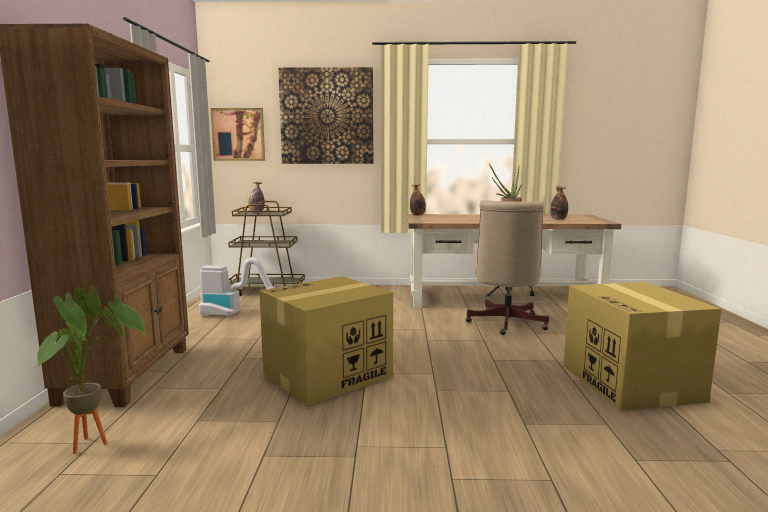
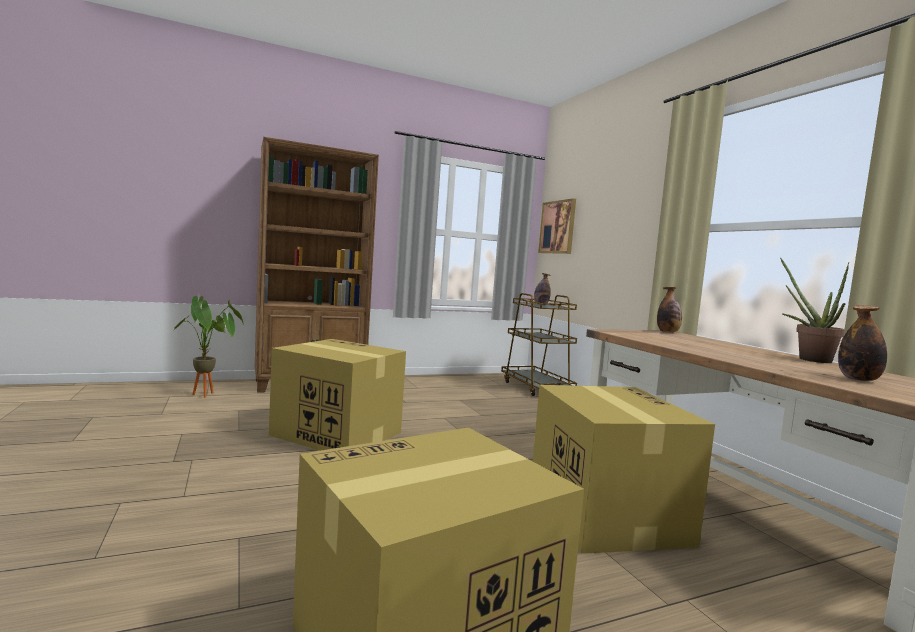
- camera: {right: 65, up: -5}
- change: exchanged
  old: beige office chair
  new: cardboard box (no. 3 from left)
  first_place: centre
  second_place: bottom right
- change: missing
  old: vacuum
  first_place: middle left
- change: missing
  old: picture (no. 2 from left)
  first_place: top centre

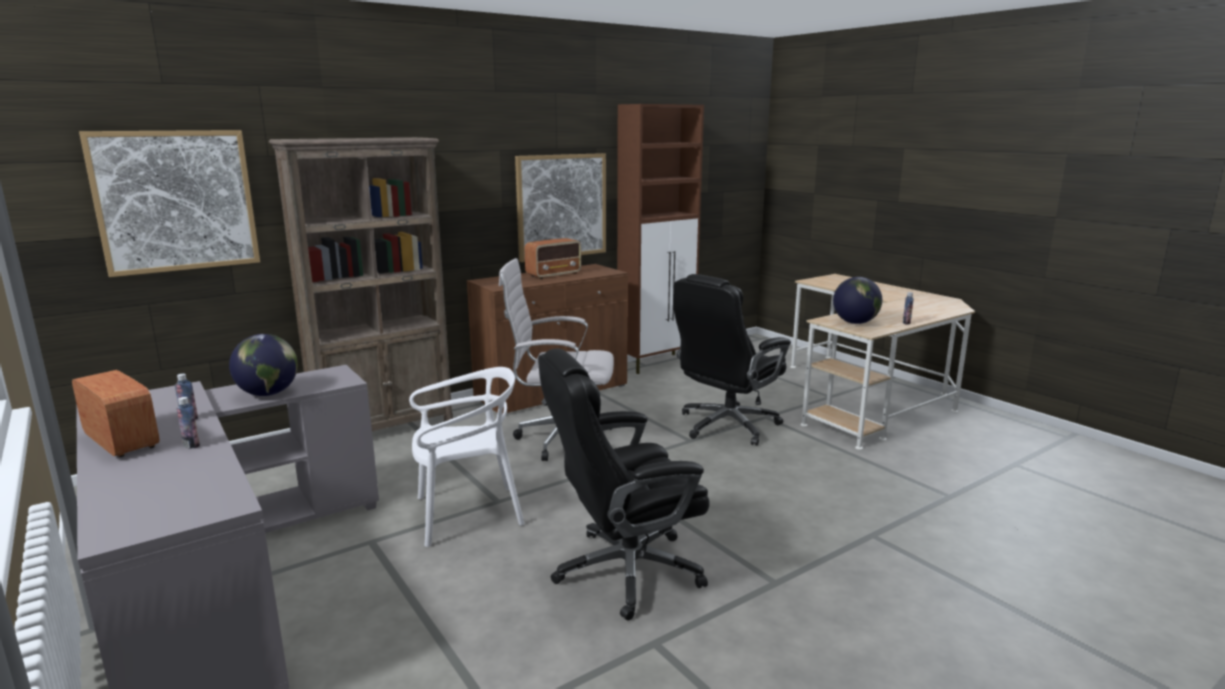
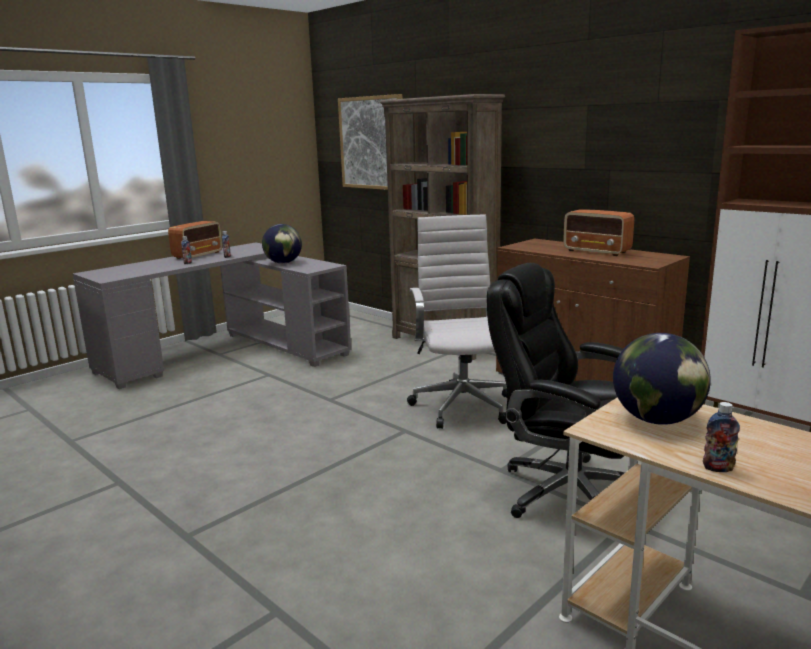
- camera: {right: 80, up: 0}
- change: missing
  old: white-coloured upright chair
  first_place: centre
- change: missing
  old: picture (no. 2 from left)
  first_place: top centre
- change: missing
  old: black office chair (no. 1 from left)
  first_place: bottom centre

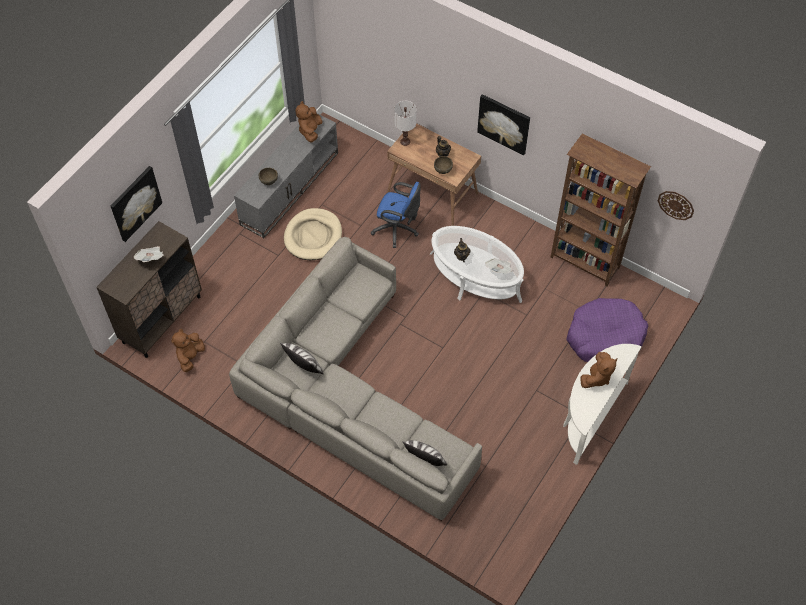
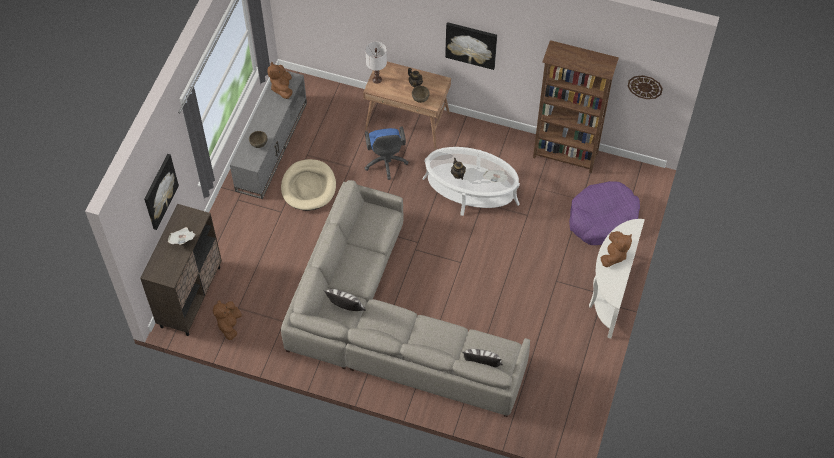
- camera: {right: -15, up: 0}
- change: spun
  old: blue office chair
  first_place: centre
  second_place: centre
  degrees: 75

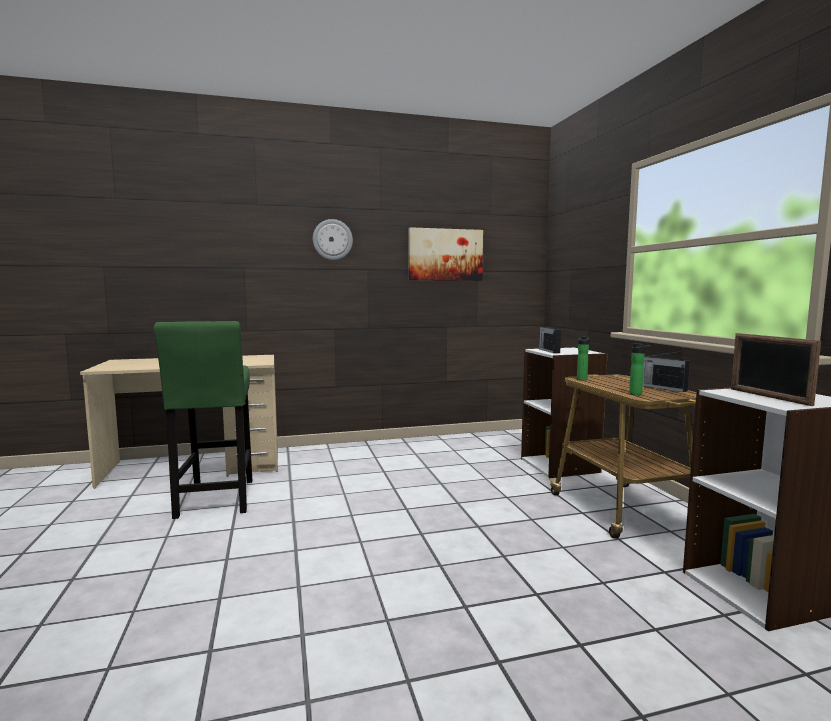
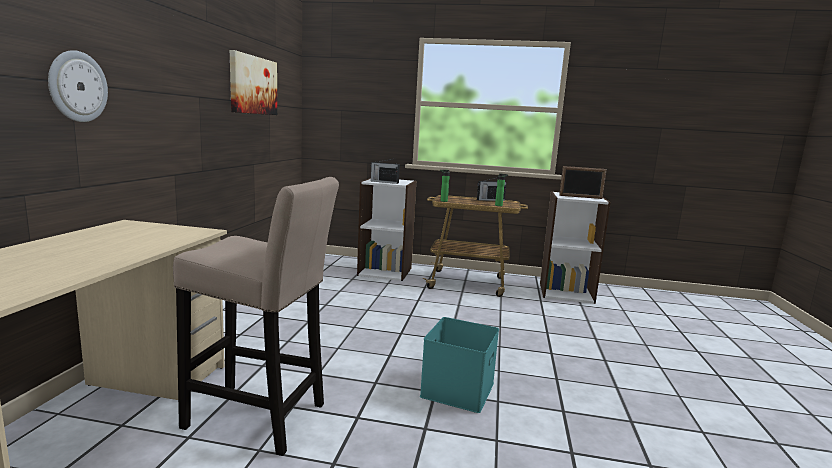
- camera: {right: -65, up: 5}
- change: relocated
  old: clock on the wall
  first_place: top centre
  second_place: top left
- change: colour
  old: green-coloured stool
  new: beige stool
  first_place: middle left
  second_place: bottom left
- change: appeared
  new: blue-green storage container
  second_place: bottom centre

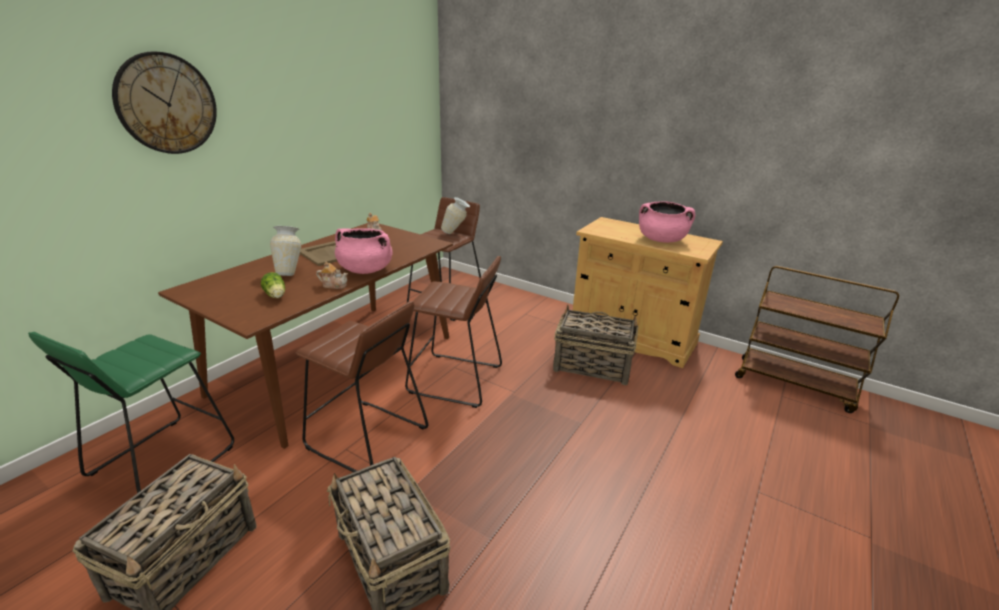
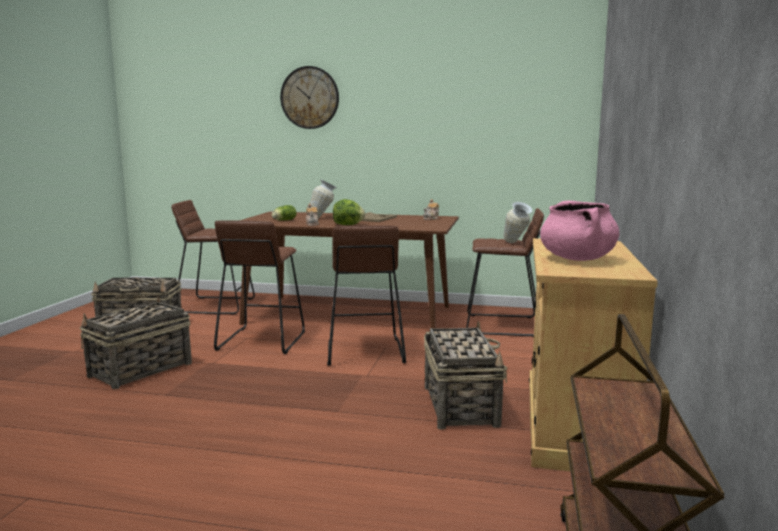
- camera: {right: 70, up: -15}
- change: colour
  old: green-coloured stool
  new: brownish stool (no. 1 from left)
  first_place: bottom left
  second_place: middle left
- change: exchanged
  old: pink-coloured cooking pot (no. 1 from left)
  new: lettuce head (no. 2 from left)
  first_place: centre
  second_place: centre

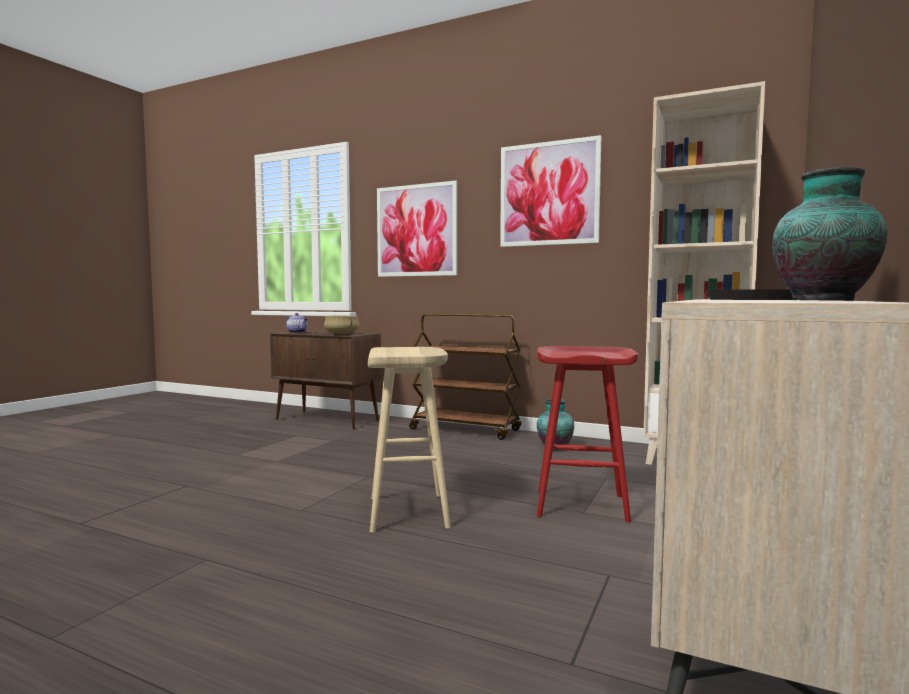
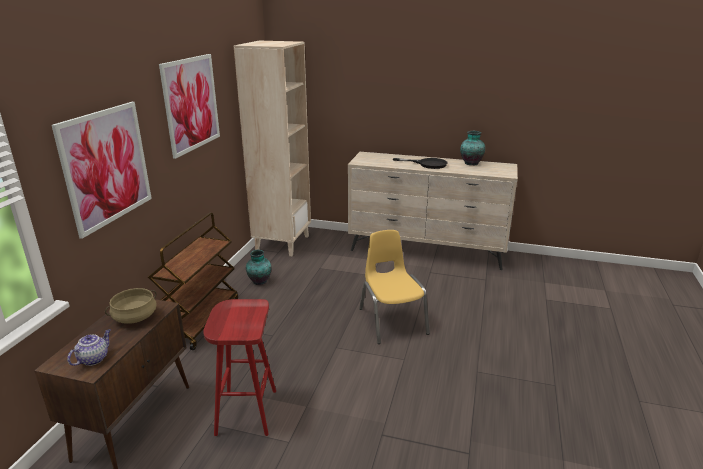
- camera: {right: -100, up: 20}
- change: relocated
  old: reddish stool
  first_place: centre
  second_place: bottom centre
- change: exchanged
  old: beige stool
  new: yellow upright chair
  first_place: centre
  second_place: centre

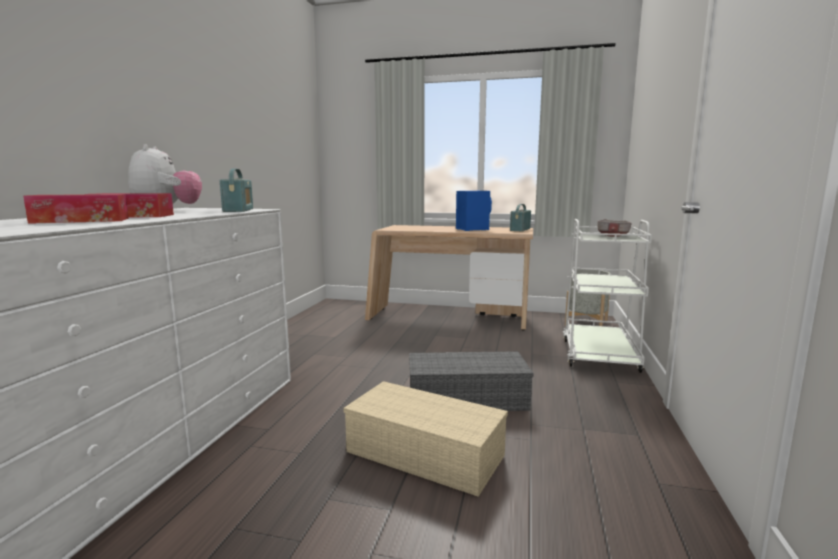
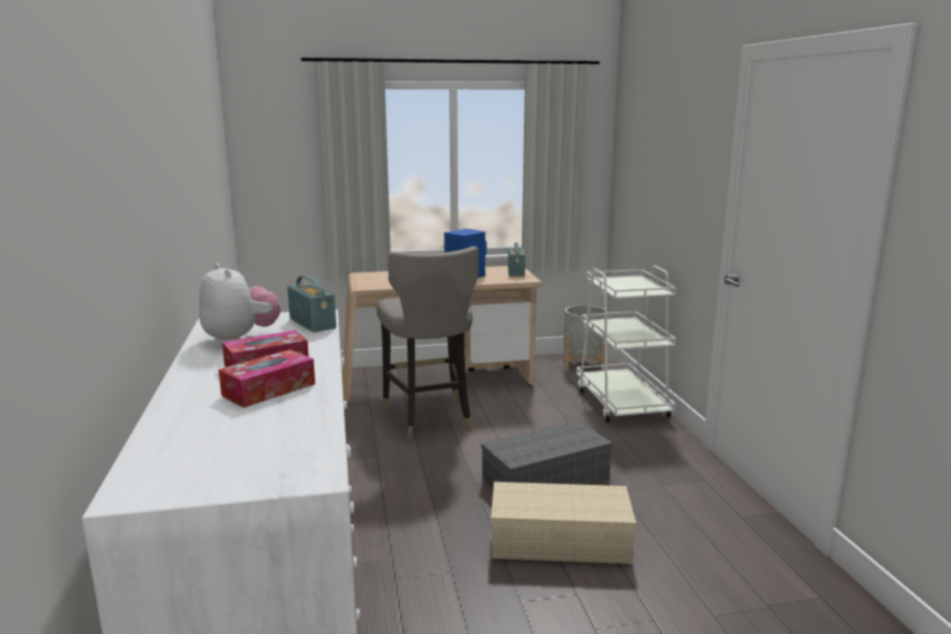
- camera: {right: -25, up: 5}
- change: appeared
  new: gray stool
  second_place: centre
- change: missing
  old: gray deep dish
  first_place: middle right

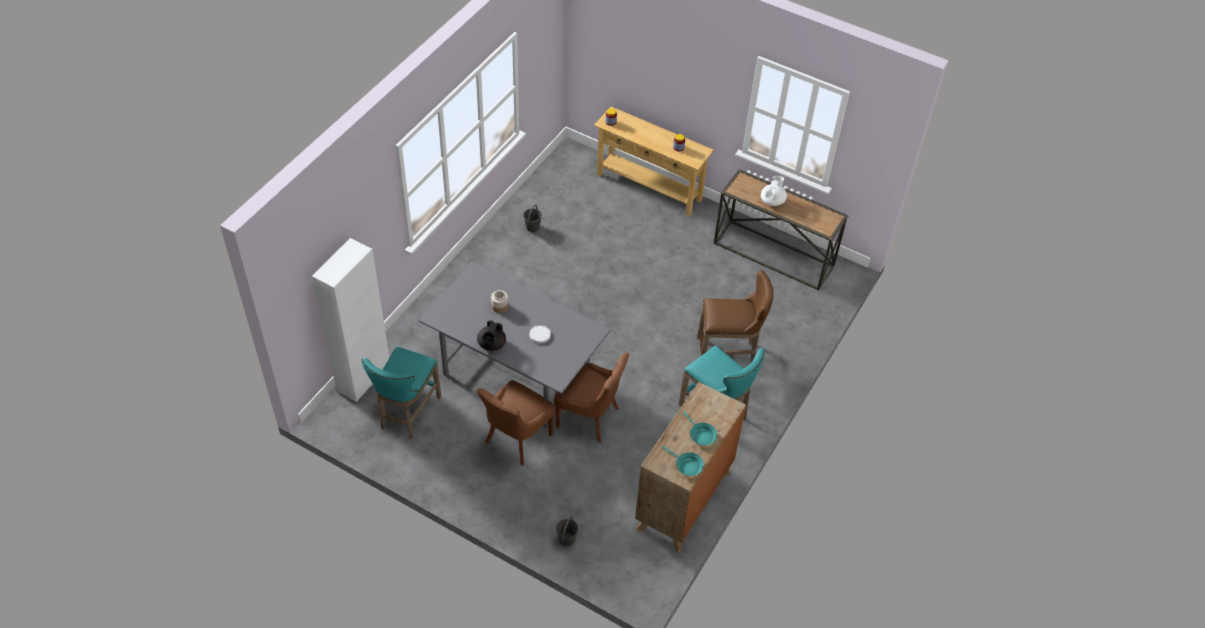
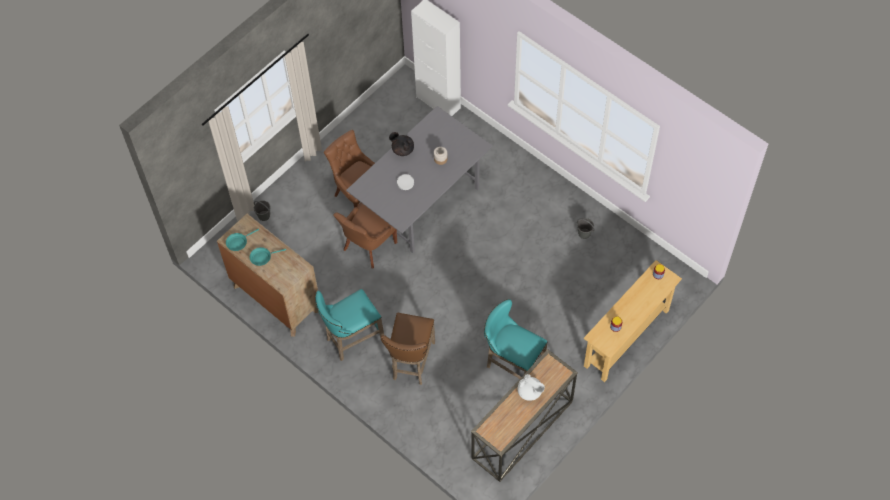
- camera: {right: 105, up: 10}
- change: relocated
  old: blue-green stool (no. 1 from left in the first image)
  new: blue-green stool (no. 2 from left)
  first_place: middle left
  second_place: bottom centre

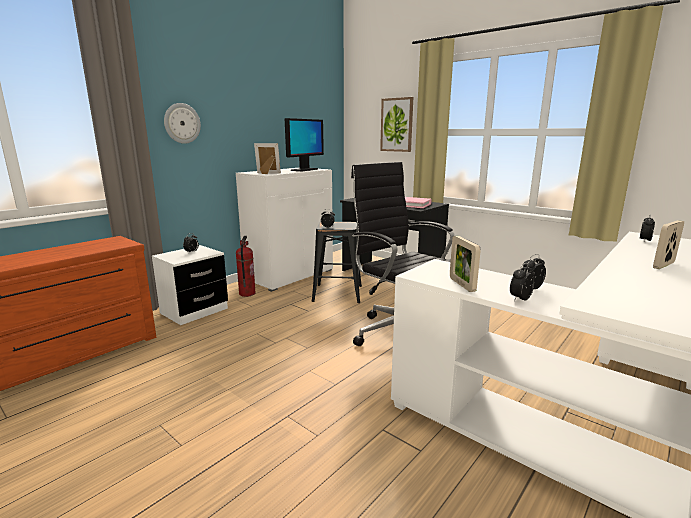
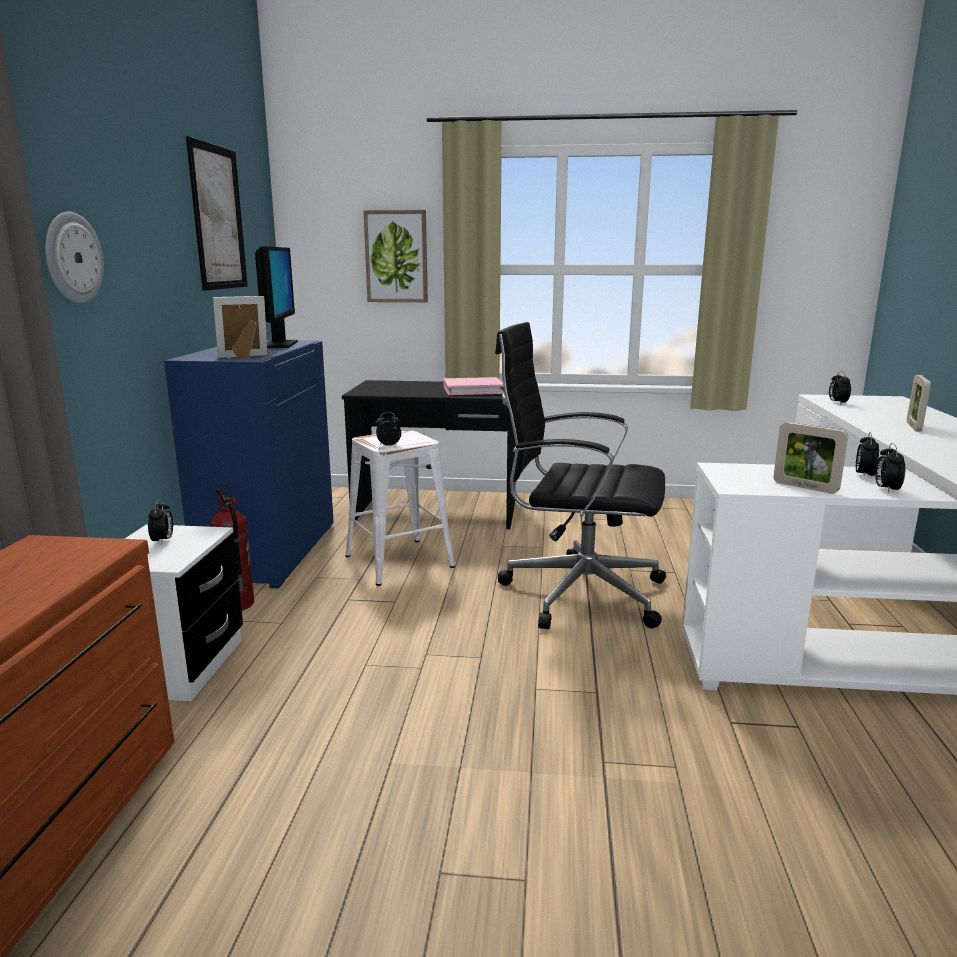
- camera: {right: -35, up: 0}
- change: colour
  old: white-coloured cupboard
  new: blue cupboard
  first_place: centre
  second_place: middle left
- change: appeared
  new: picture (no. 1 from left)
  second_place: top left
- change: colour
  old: black stool
  new: white-coloured stool
  first_place: centre
  second_place: centre

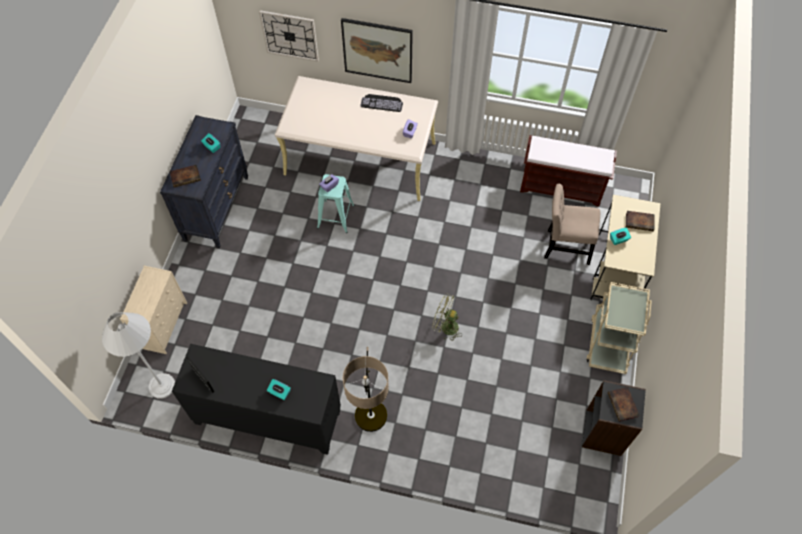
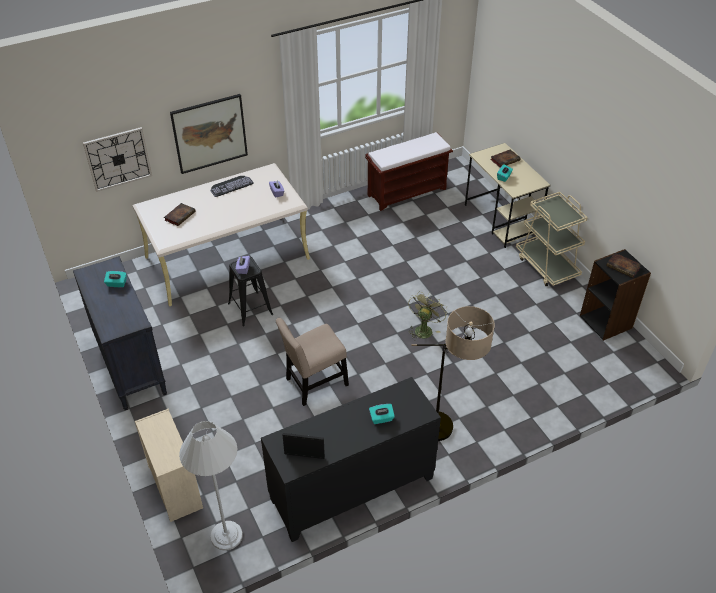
- camera: {right: -40, up: -15}
- change: relocated
  old: bound book (no. 1 from left)
  first_place: top left
  second_place: middle left
- change: colour
  old: blue-green stool
  new: black stool
  first_place: centre
  second_place: centre
- change: relocated
  old: beige upright chair
  first_place: middle right
  second_place: centre
- change: spun
  old: green-coloured cooling fan
  first_place: centre
  second_place: centre
  degrees: 135

